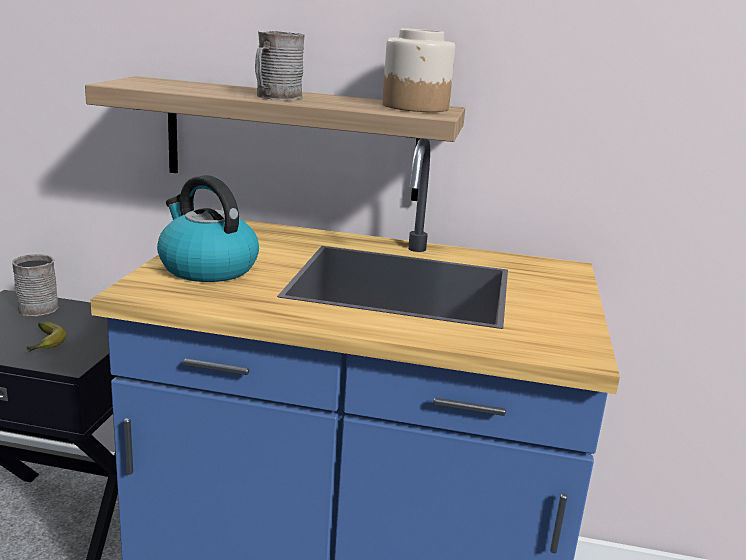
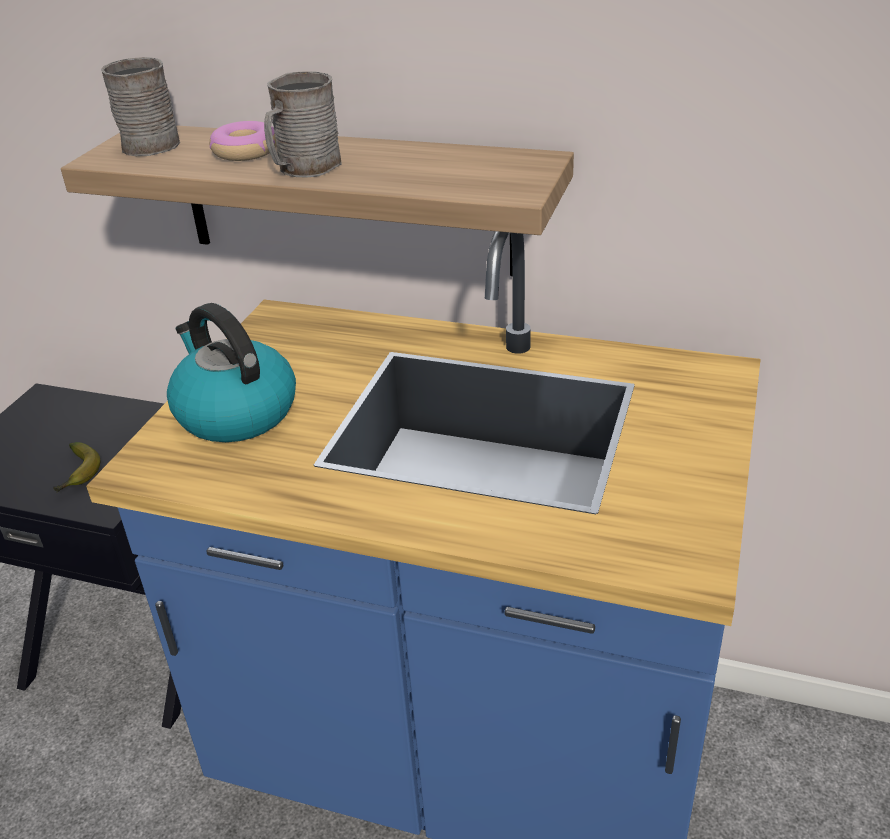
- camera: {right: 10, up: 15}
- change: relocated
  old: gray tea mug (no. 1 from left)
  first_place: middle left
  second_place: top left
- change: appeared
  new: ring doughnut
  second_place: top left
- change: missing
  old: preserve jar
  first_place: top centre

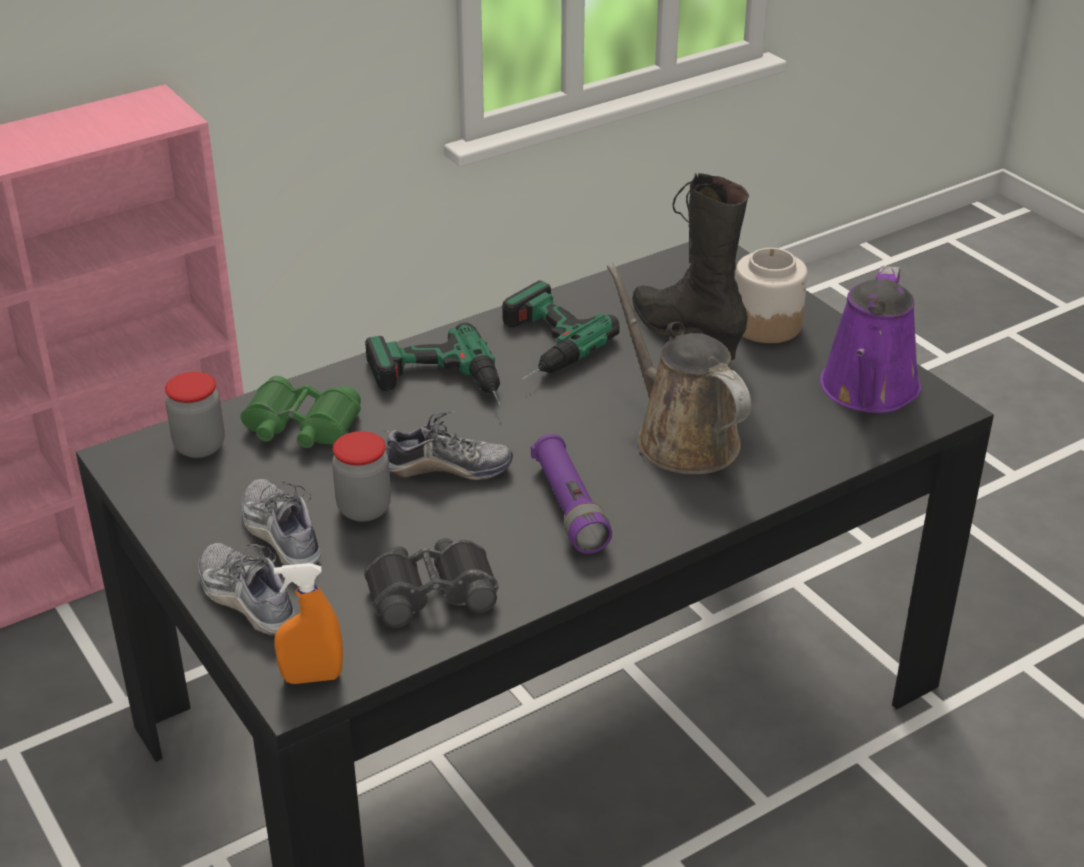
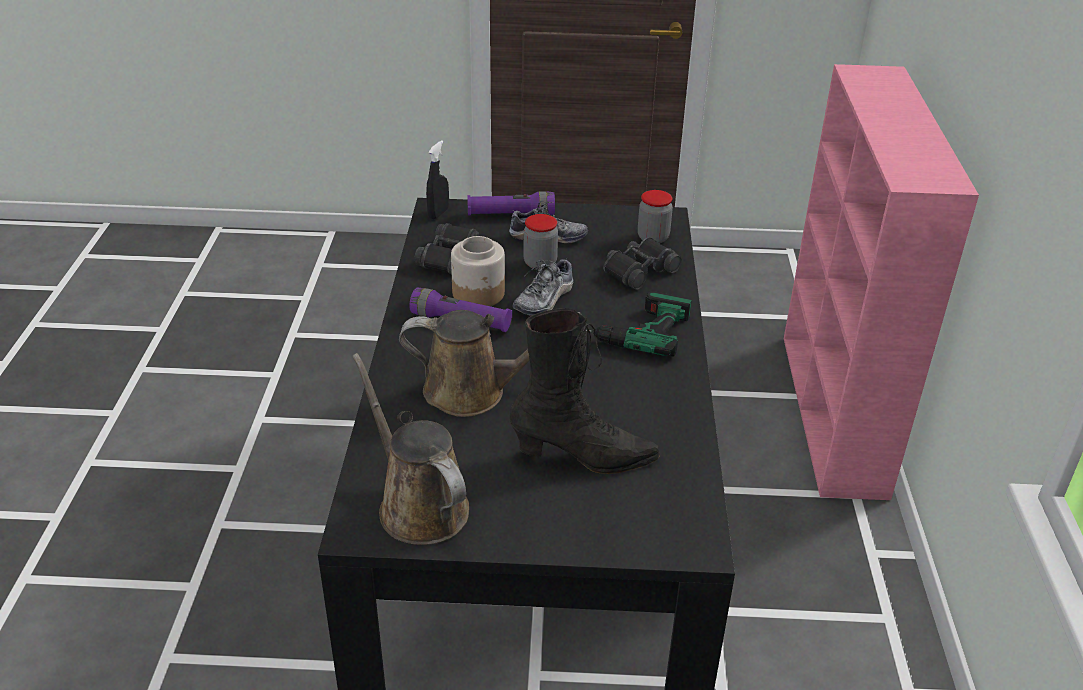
- camera: {right: 125, up: 0}
- change: colour
  old: purplish watering can
  new: brownish watering can (no. 1 from left)
  first_place: middle right
  second_place: centre
- change: colour
  old: orange-coloured spray bottle
  new: black spray bottle
  first_place: bottom left
  second_place: top centre
- change: relocated
  old: preserve jar (no. 3 from left in the first image)
  new: preserve jar (no. 1 from left)
  first_place: middle right
  second_place: centre
- change: exchanged
  old: low shoe (no. 1 from left)
  new: purplish flashlight (no. 2 from left)
  first_place: bottom left
  second_place: top centre
- change: colour
  old: green-coloured pair of binoculars
  new: black pair of binoculars (no. 2 from left)
  first_place: middle left
  second_place: centre
- change: missing
  old: electric drill (no. 2 from left)
  first_place: centre

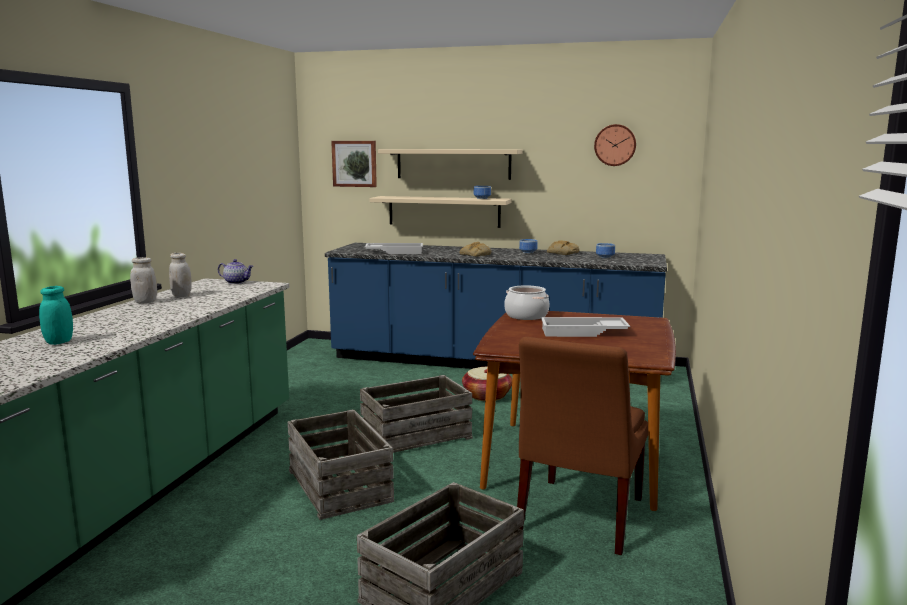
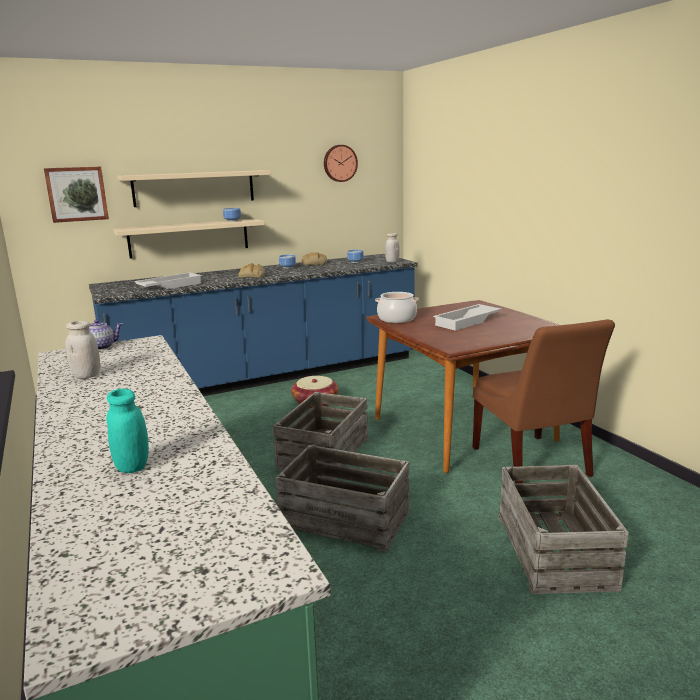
- camera: {right: -40, up: 5}
- change: relocated
  old: white-coloured preserve jar (no. 1 from left in the first image)
  new: white-coloured preserve jar (no. 2 from left)
  first_place: middle left
  second_place: centre

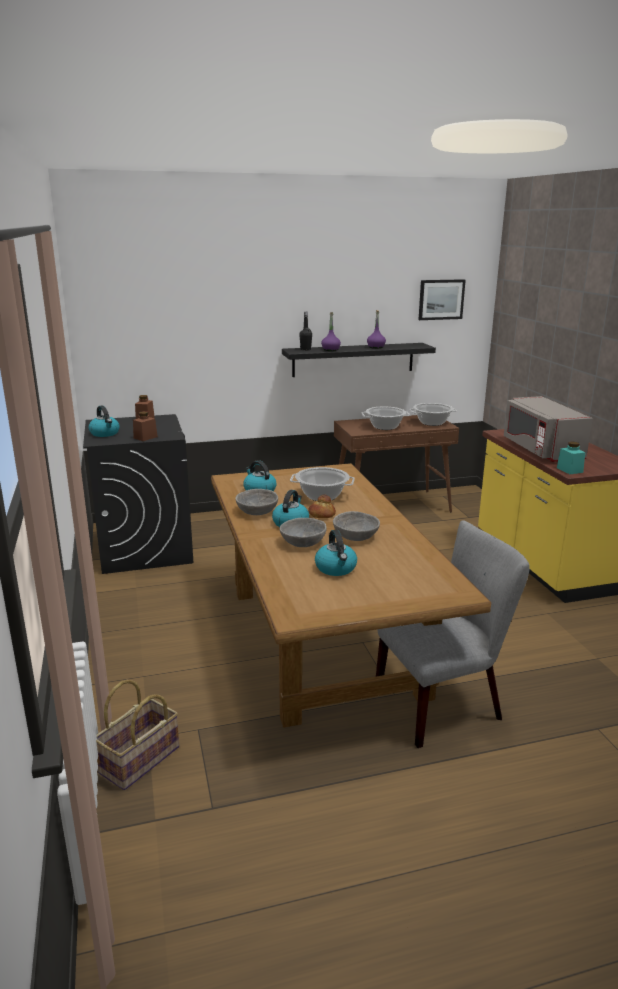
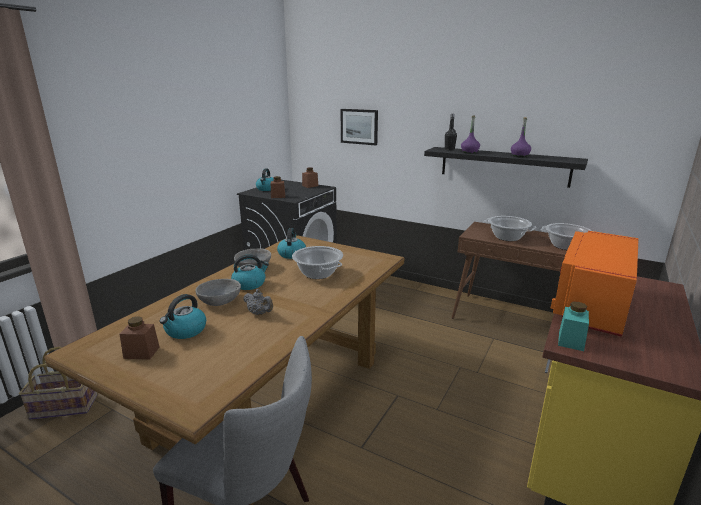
- camera: {right: 45, up: 0}
- change: appeared
  new: brownish preserve jar (no. 1 from left)
  second_place: bottom left
- change: exchanged
  old: gray deep dish (no. 3 from left)
  new: gray tea pot
  first_place: centre
  second_place: centre
- change: relocated
  old: picture
  first_place: top right
  second_place: top centre
- change: colour
  old: gray microwave
  new: orange-coloured microwave
  first_place: middle right
  second_place: middle right
- change: missing
  old: bakery bread
  first_place: centre

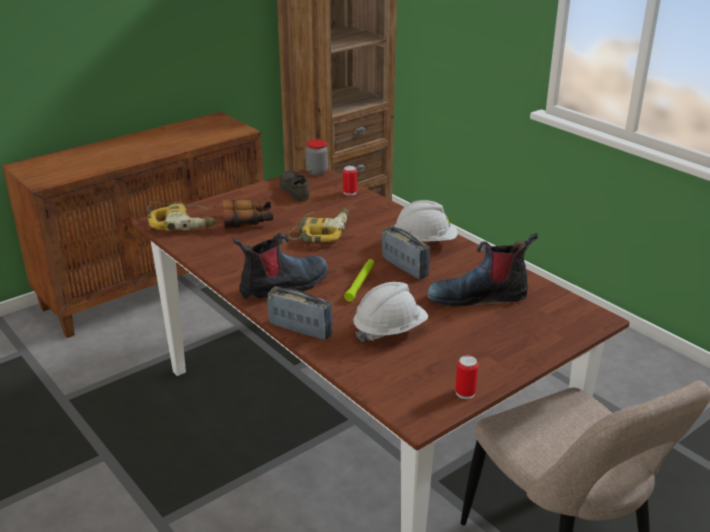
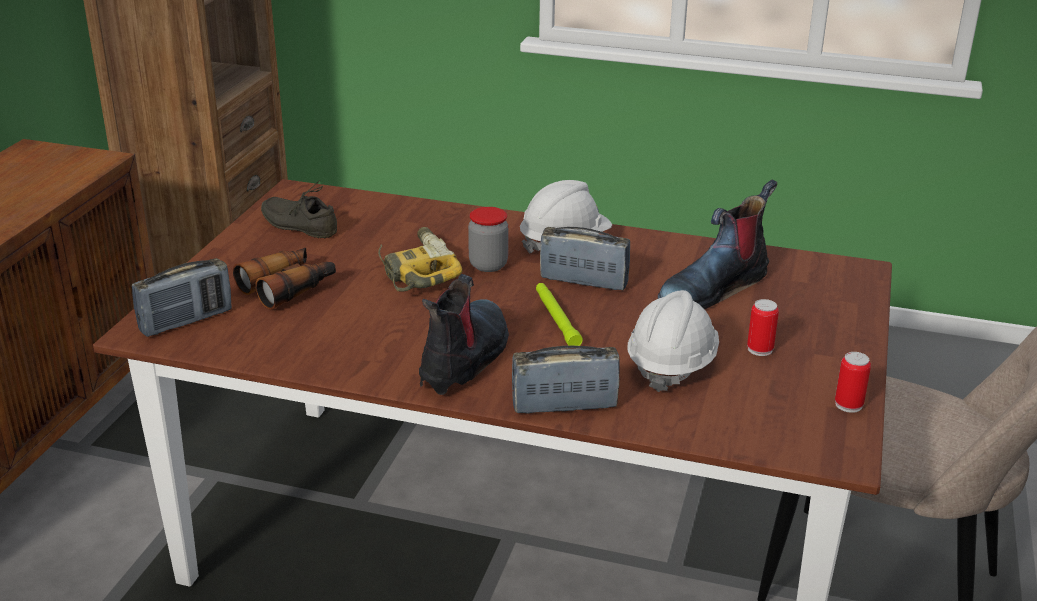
- camera: {right: -35, up: 0}
- change: exchanged
  old: electric drill (no. 1 from left)
  new: radio receiver (no. 1 from left)
  first_place: middle left
  second_place: middle left
- change: relocated
  old: preserve jar
  first_place: top centre
  second_place: centre
- change: relocated
  old: metal can (no. 1 from left)
  first_place: centre
  second_place: middle right

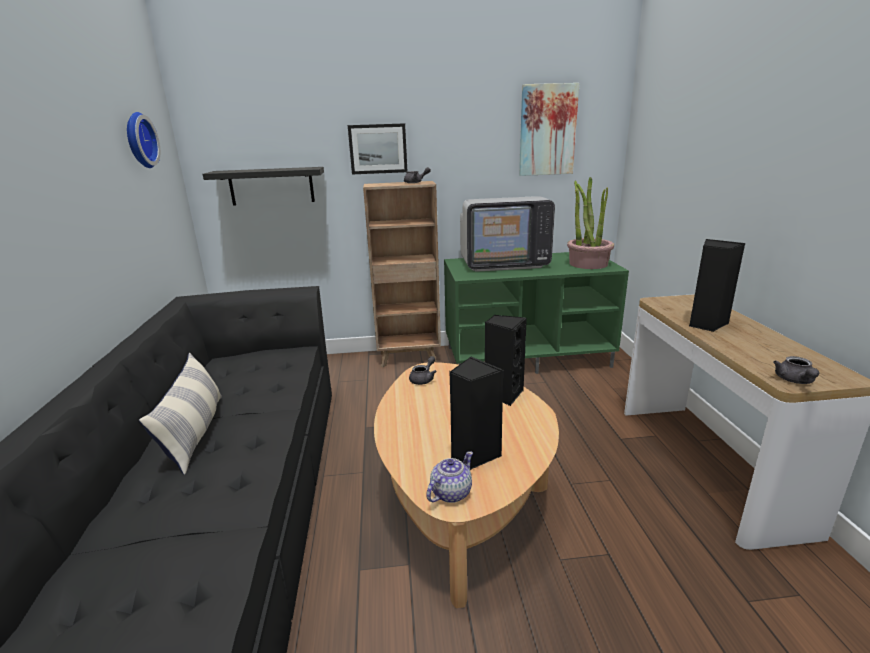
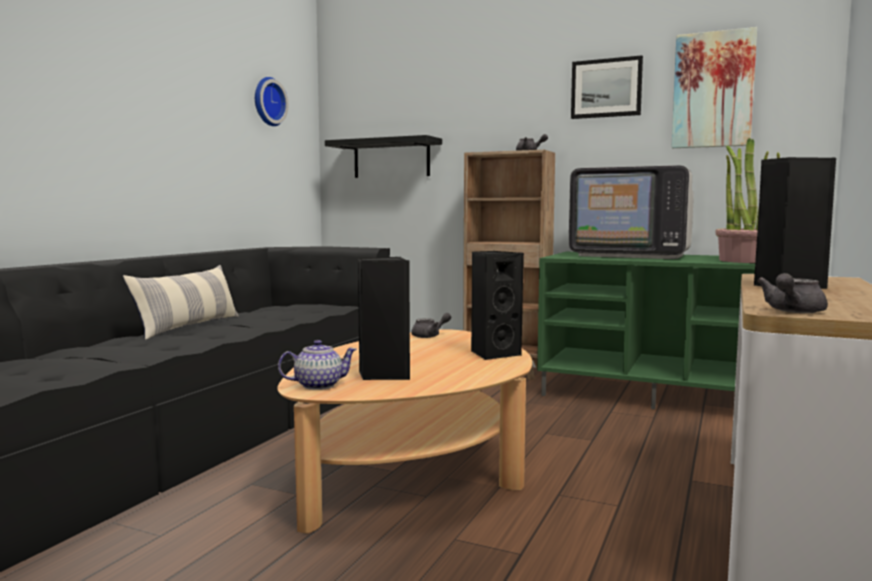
- camera: {right: 30, up: -15}
- change: relocated
  old: picture (no. 1 from left)
  first_place: top centre
  second_place: top right

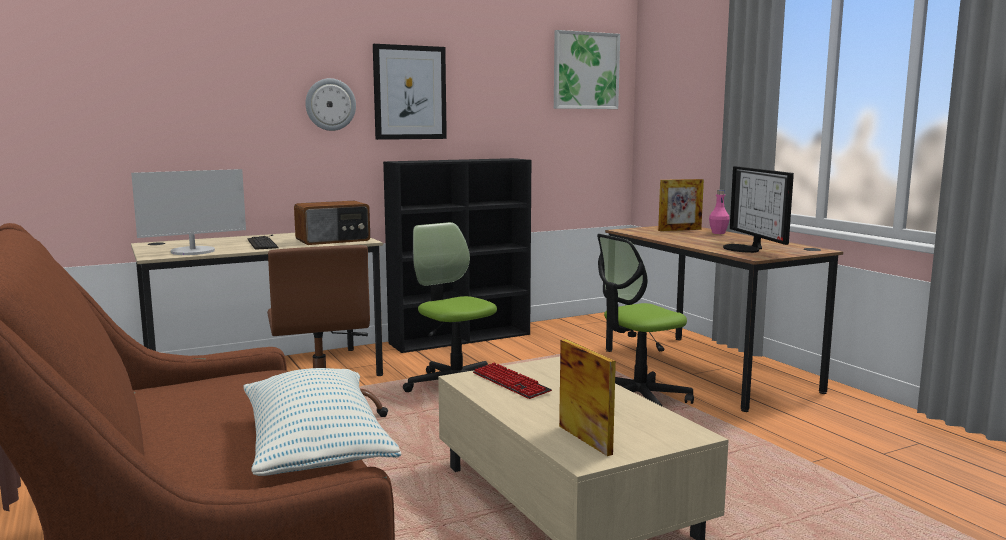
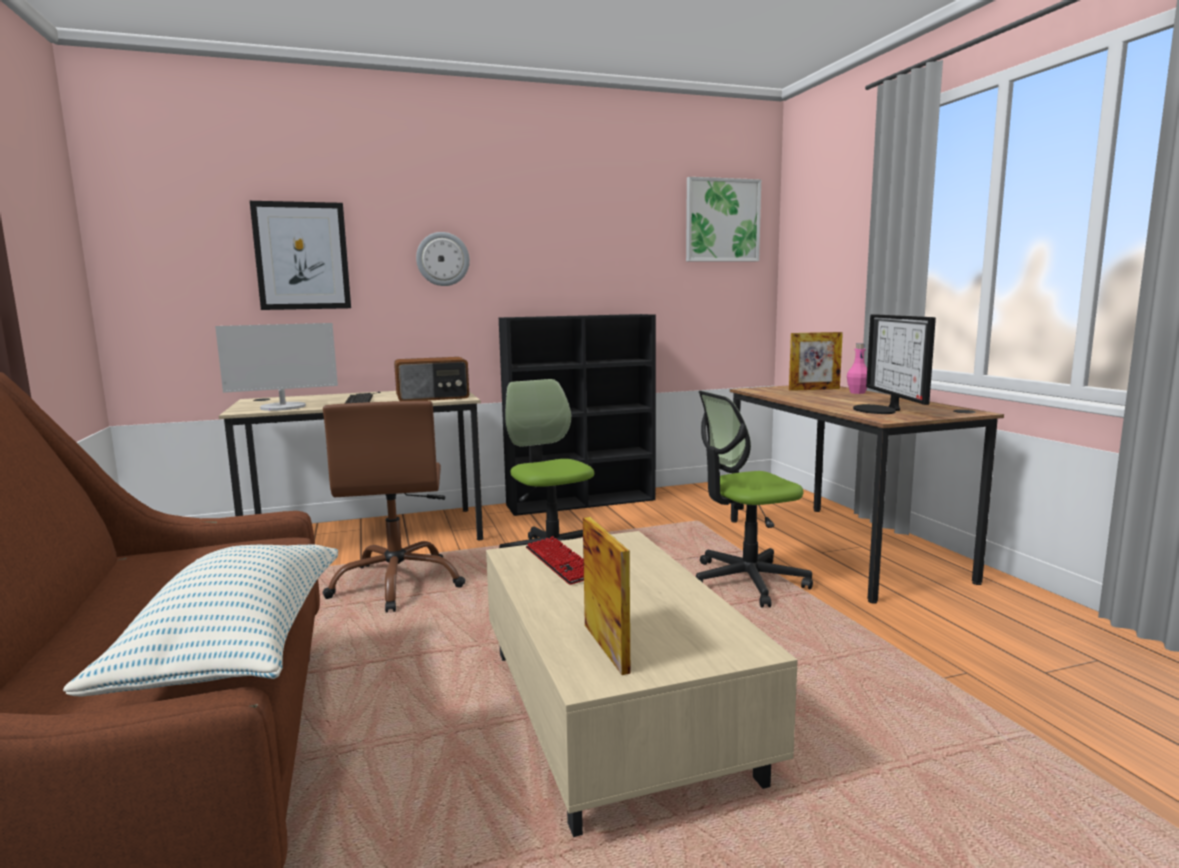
- camera: {right: 10, up: 0}
- change: relocated
  old: picture (no. 1 from left)
  first_place: top centre
  second_place: top left

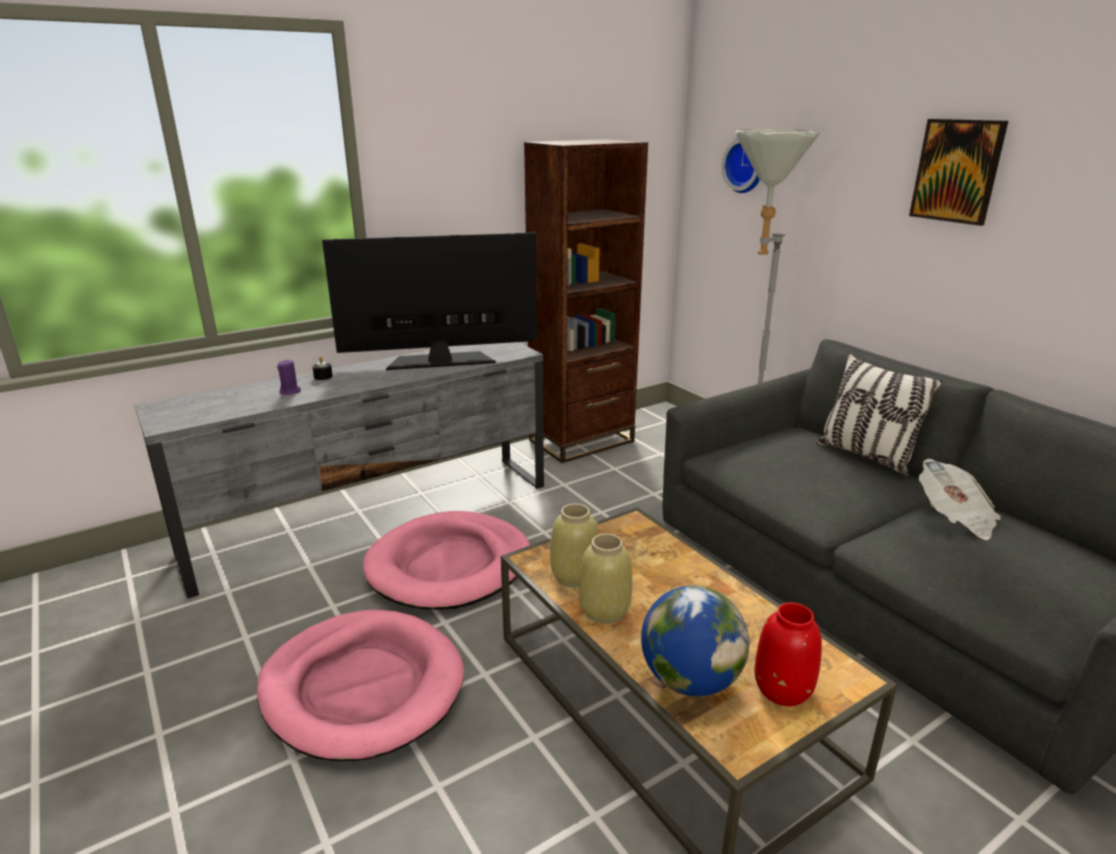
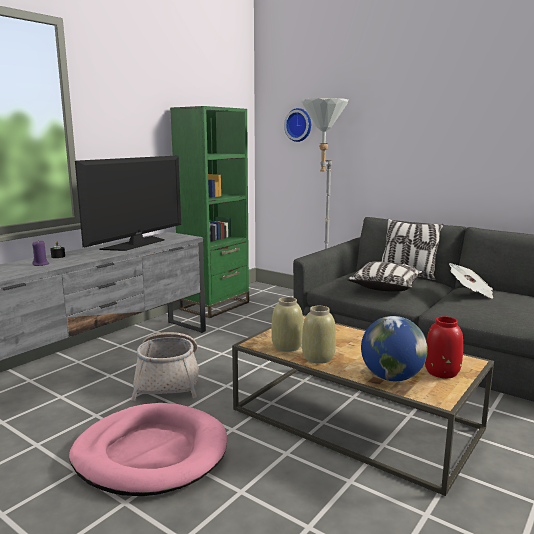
- camera: {right: -20, up: -10}
- change: spun
  old: TV
  first_place: centre
  second_place: middle left
  degrees: 150
- change: exchanged
  old: pink-coloured pet bed (no. 2 from left)
  new: household basket
  first_place: centre
  second_place: bottom left
- change: colour
  old: brownish bookshelf
  new: green-coloured bookshelf
  first_place: centre
  second_place: centre
- change: appeared
  new: cushion (no. 1 from left)
  second_place: middle right
- change: missing
  old: picture
  first_place: top right

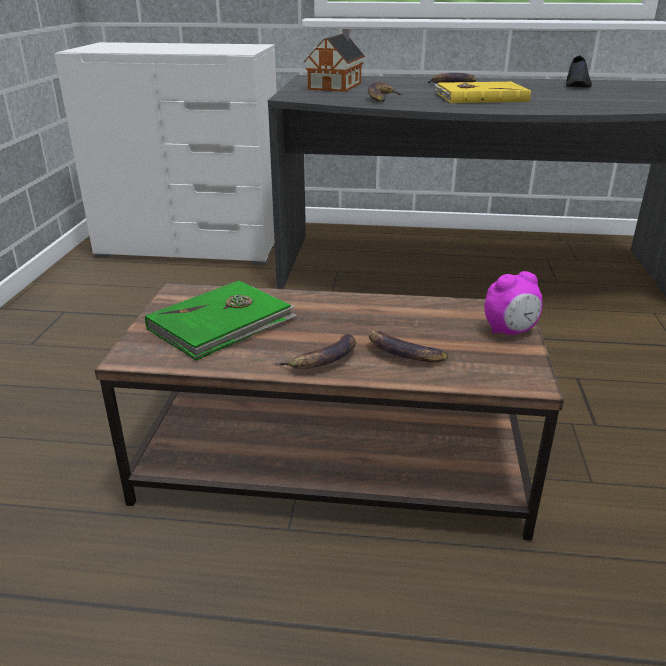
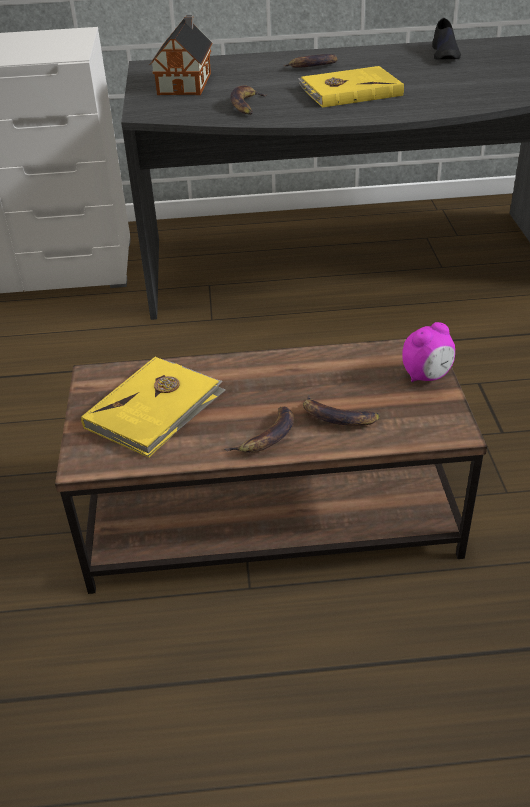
- camera: {right: -10, up: 10}
- change: colour
  old: green-coloured bound book
  new: yellow bound book (no. 1 from left)
  first_place: middle left
  second_place: middle left

